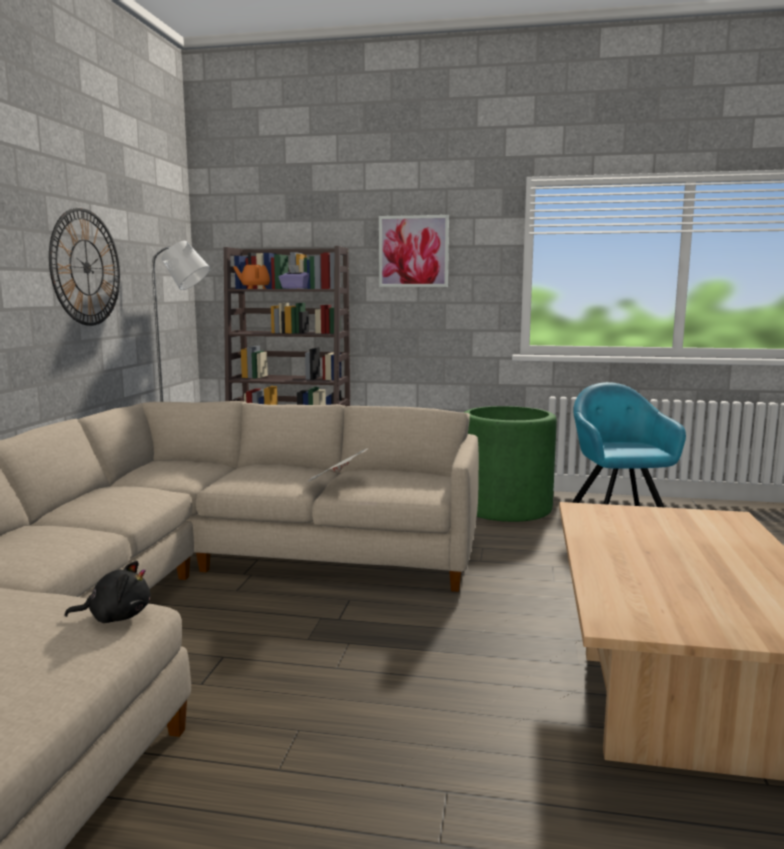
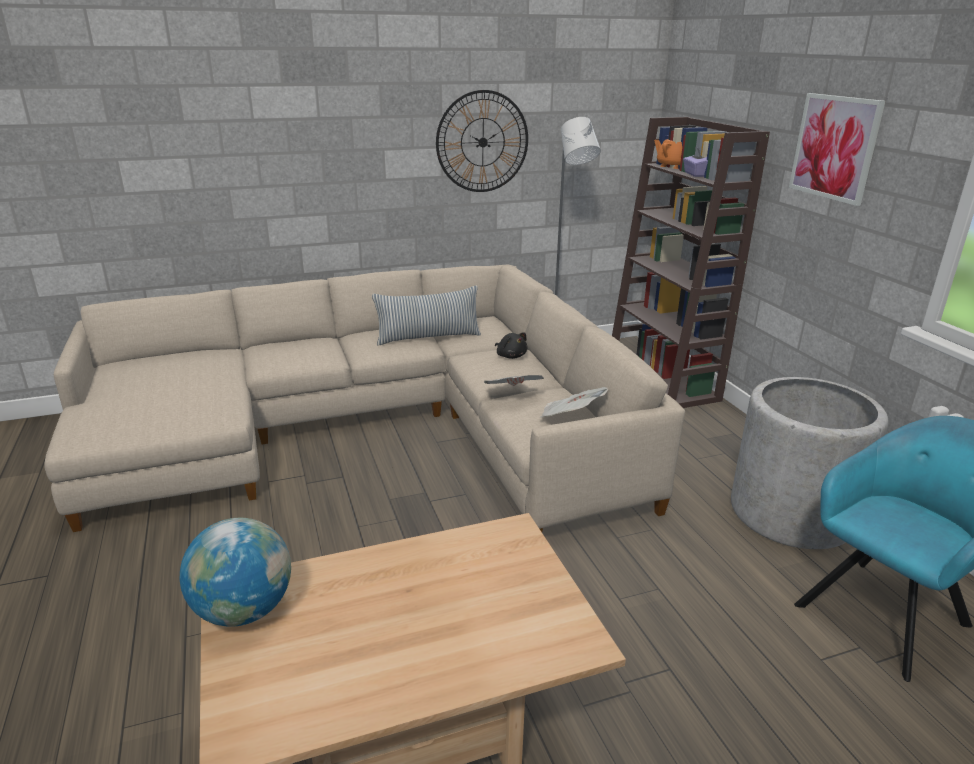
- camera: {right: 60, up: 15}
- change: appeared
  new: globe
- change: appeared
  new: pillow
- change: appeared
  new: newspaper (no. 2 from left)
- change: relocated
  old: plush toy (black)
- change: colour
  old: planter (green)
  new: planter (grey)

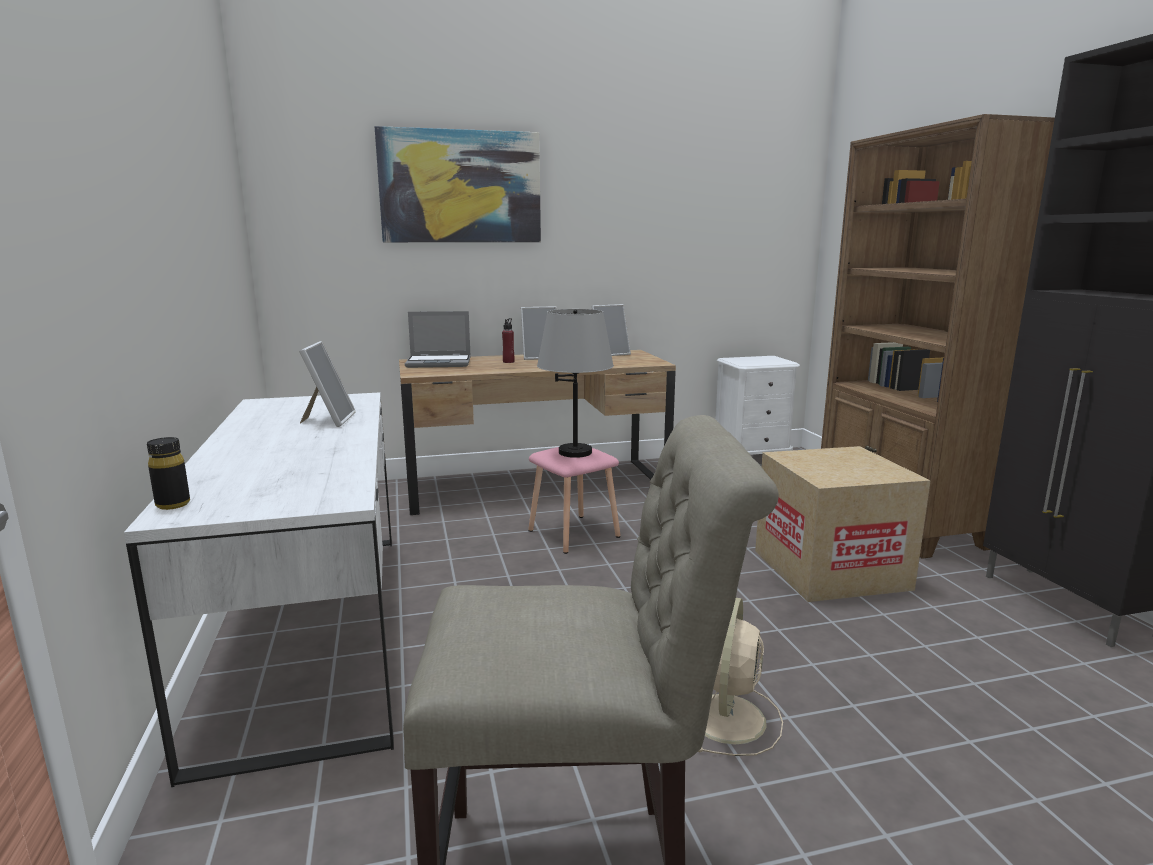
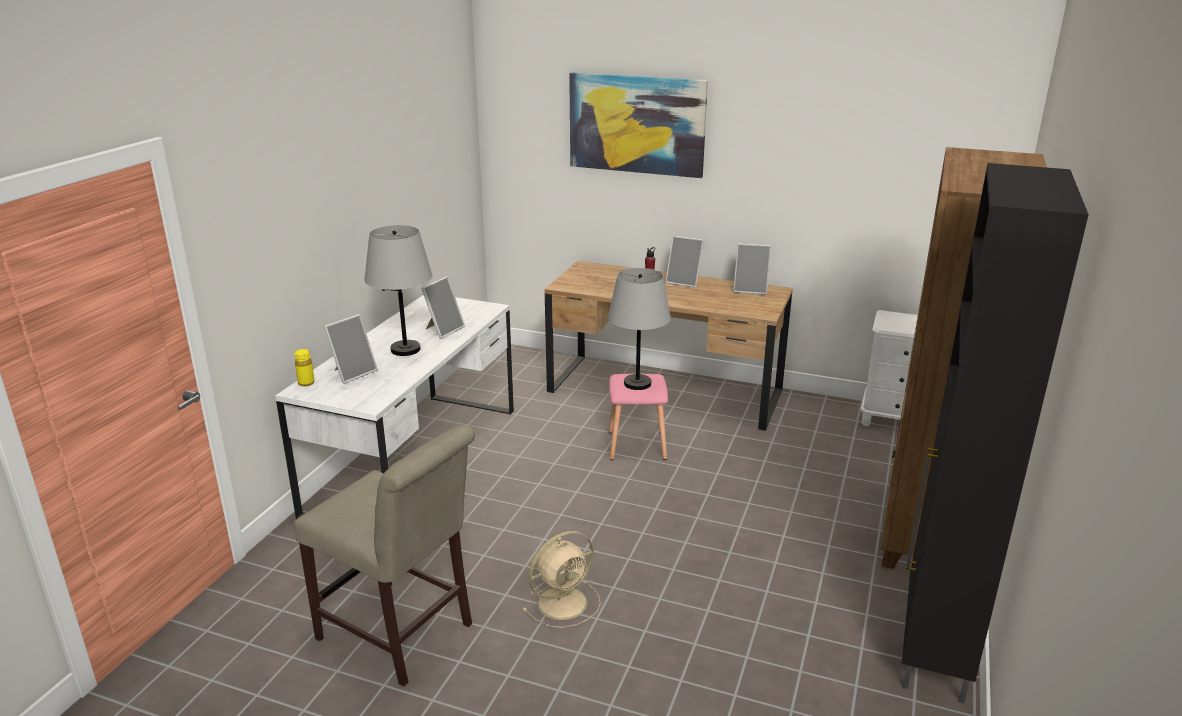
- camera: {right: 35, up: 10}
- change: missing
  old: laptop
- change: missing
  old: cardboard box
- change: appeared
  new: picture frame (no. 1 from left)
- change: appeared
  new: table lamp (grey) (no. 1 from left)
- change: colour
  old: bottle (black)
  new: bottle (yellow)

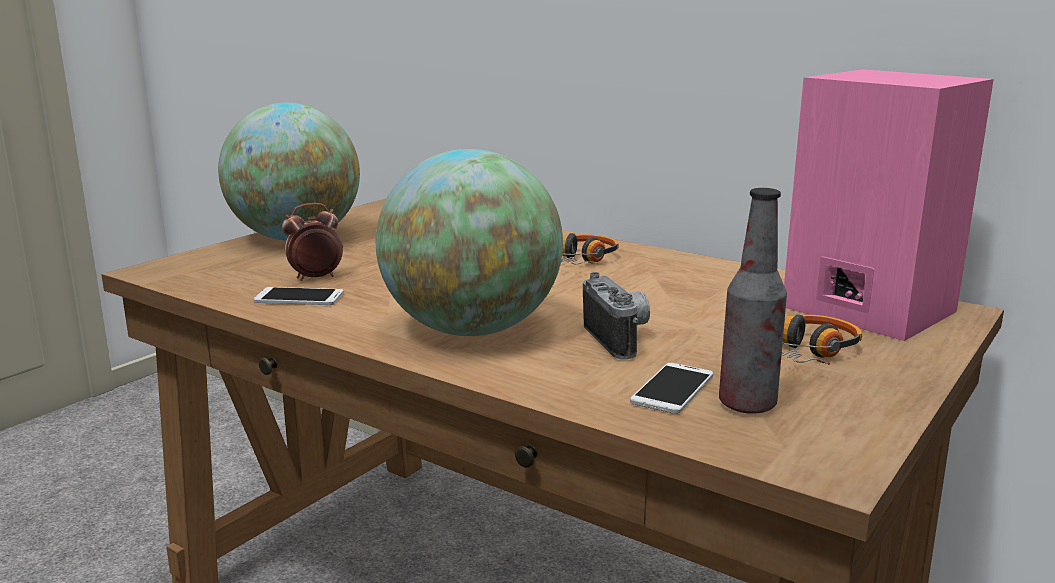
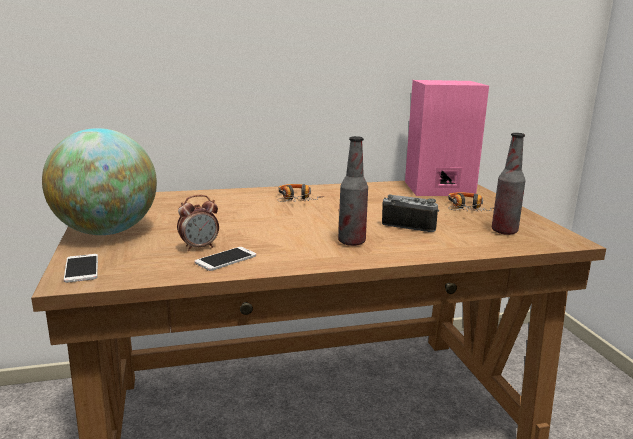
- camera: {right: -50, up: 0}
- change: relocated
  old: phone (no. 2 from left in the first image)
  new: phone (no. 1 from left)
- change: exchanged
  old: globe (no. 2 from left)
  new: bottle (no. 1 from left)
- change: spun
  old: alarm clock
  degrees: -135

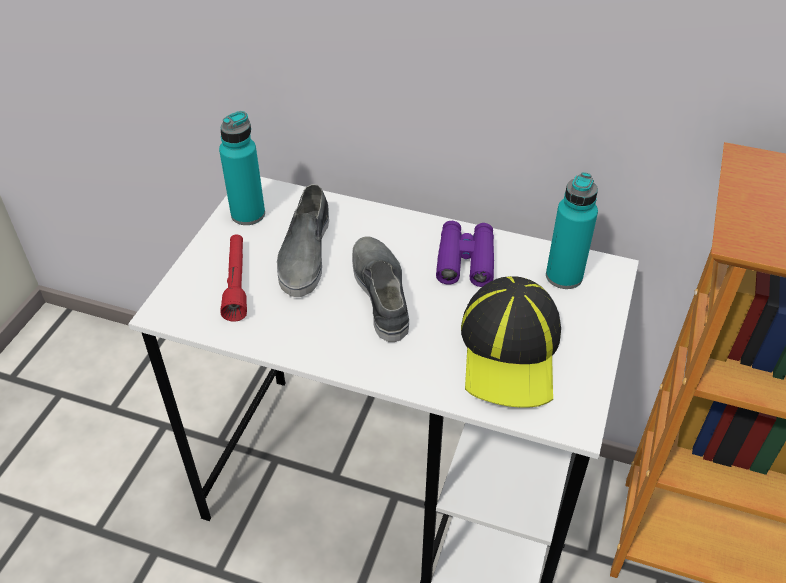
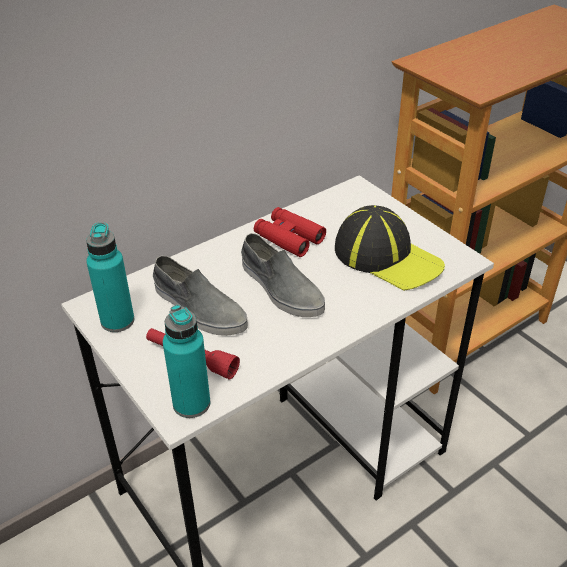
- camera: {right: -55, up: -5}
- change: relocated
  old: bottle (turquoise) (no. 2 from left)
- change: colour
  old: binoculars (purple)
  new: binoculars (red)
- change: spun
  old: shoe (grey) (no. 2 from left)
  degrees: -150

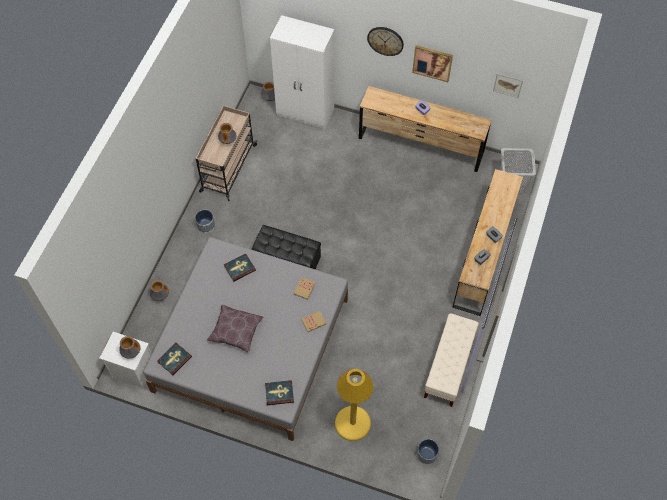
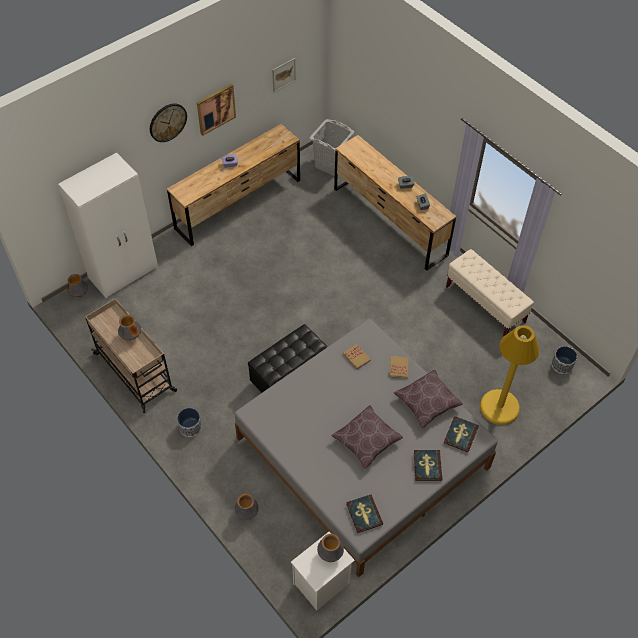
- camera: {right: -60, up: -5}
- change: appeared
  new: pillow (brown) (no. 2 from left)
- change: relocated
  old: book (no. 2 from left in the first image)
  new: book (no. 4 from left)

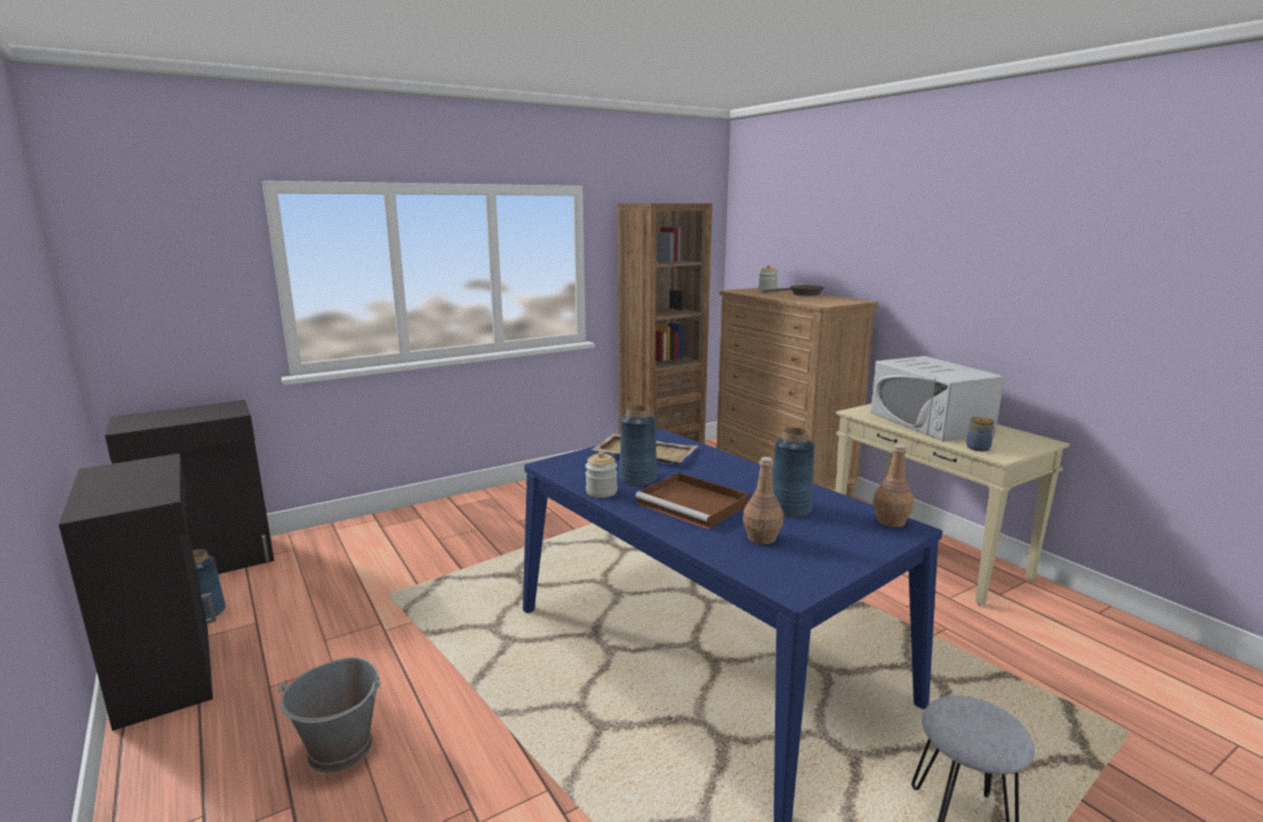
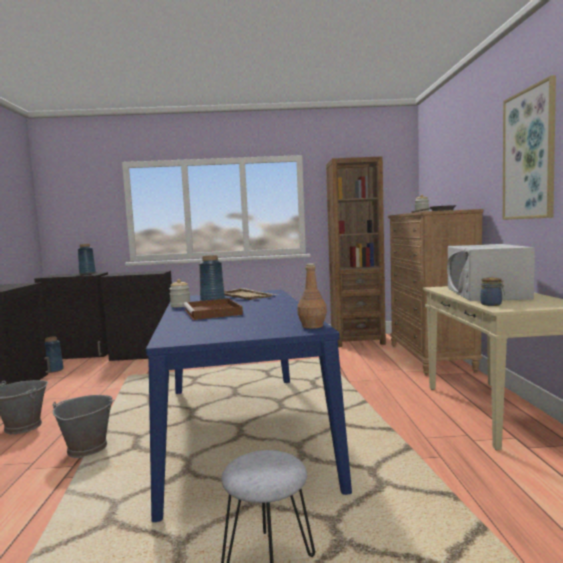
- camera: {right: 30, up: -10}
- change: missing
  old: bottle (brown) (no. 1 from left)
- change: appeared
  new: bucket (grey) (no. 2 from left)
- change: appeared
  new: cabinet (black) (no. 3 from left)
- change: appeared
  new: picture
- change: relocated
  old: vase (blue) (no. 3 from left in the first image)
  new: vase (blue) (no. 2 from left)

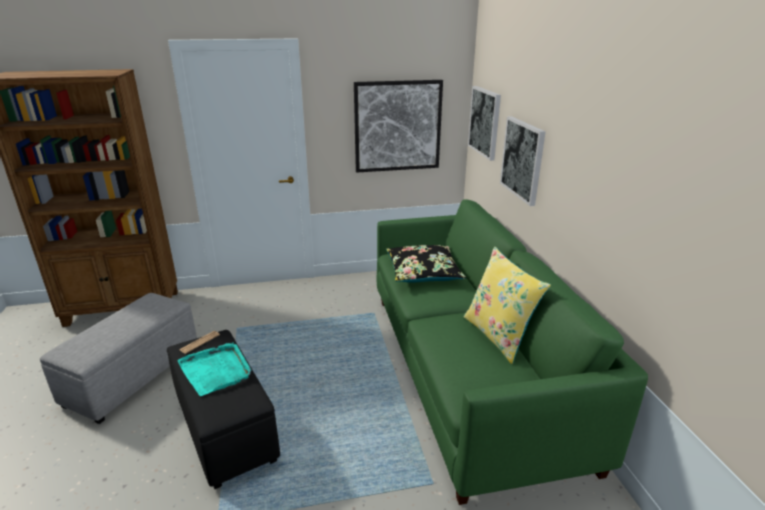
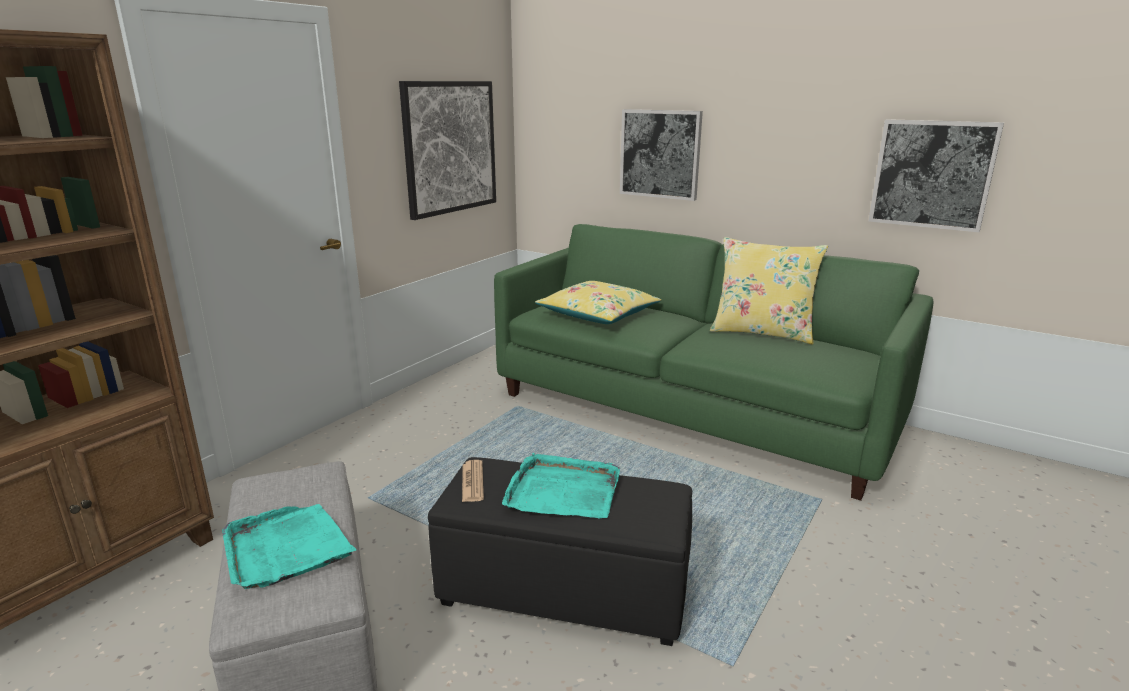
- camera: {right: -45, up: -5}
- change: appeared
  new: tray (turquoise) (no. 1 from left)
- change: relocated
  old: picture (no. 2 from left in the first image)
  new: picture (no. 3 from left)
- change: colour
  old: pillow (black)
  new: pillow (yellow) (no. 1 from left)

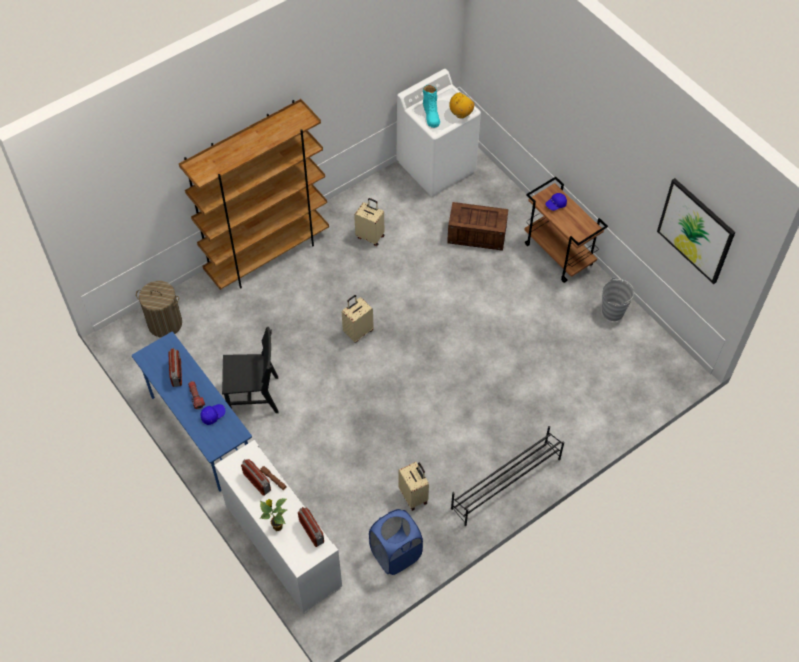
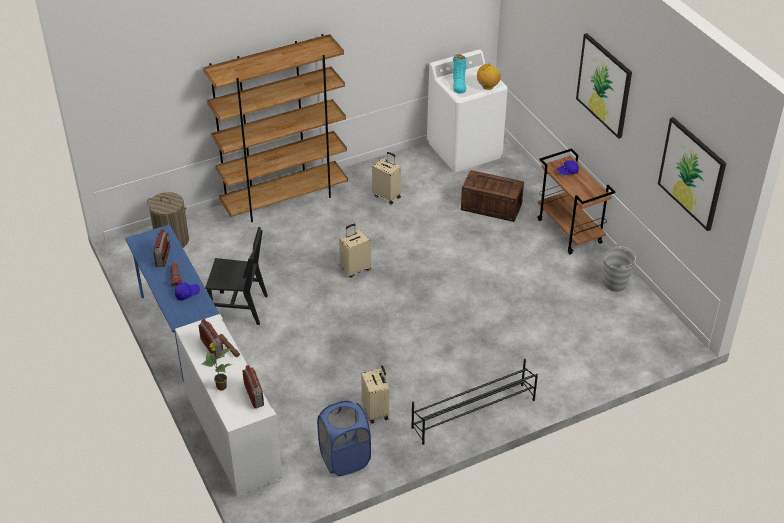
- camera: {right: 10, up: -15}
- change: appeared
  new: picture (no. 1 from left)

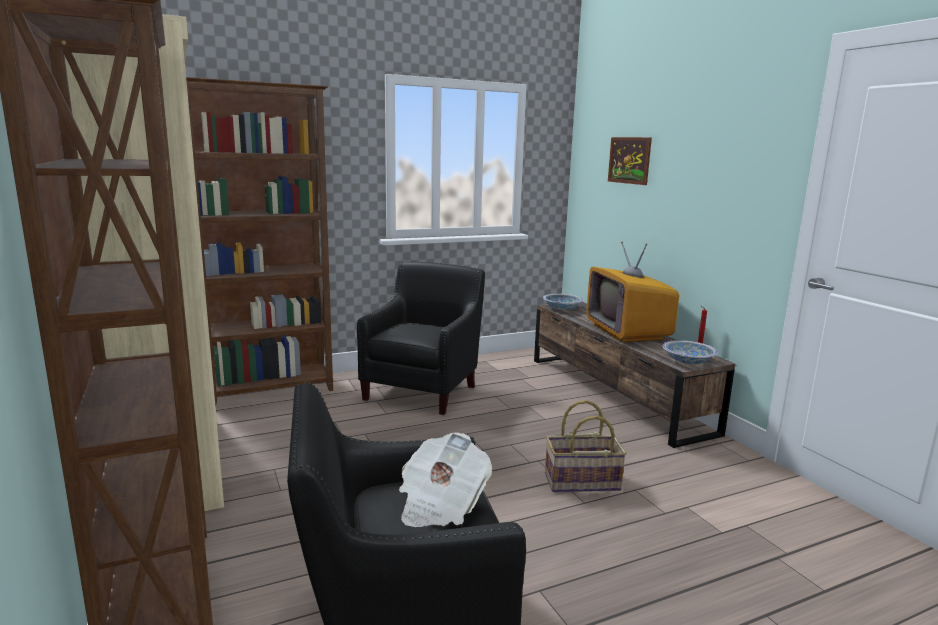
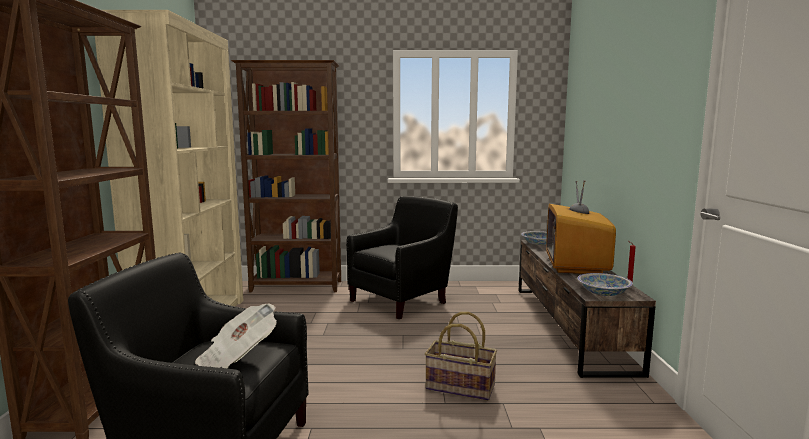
- camera: {right: 25, up: -5}
- change: missing
  old: picture

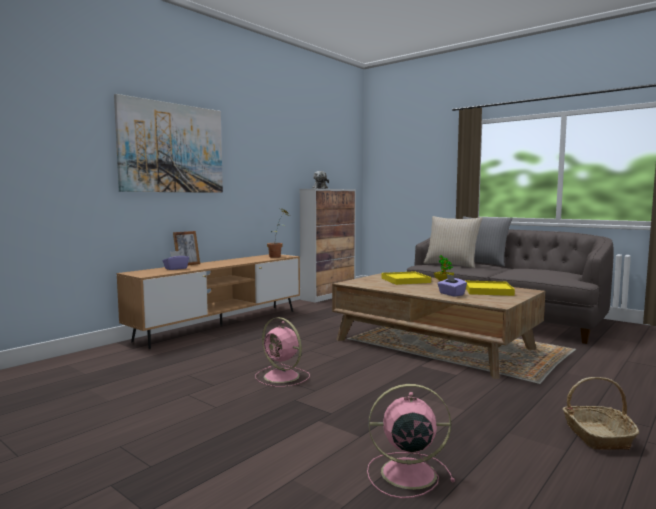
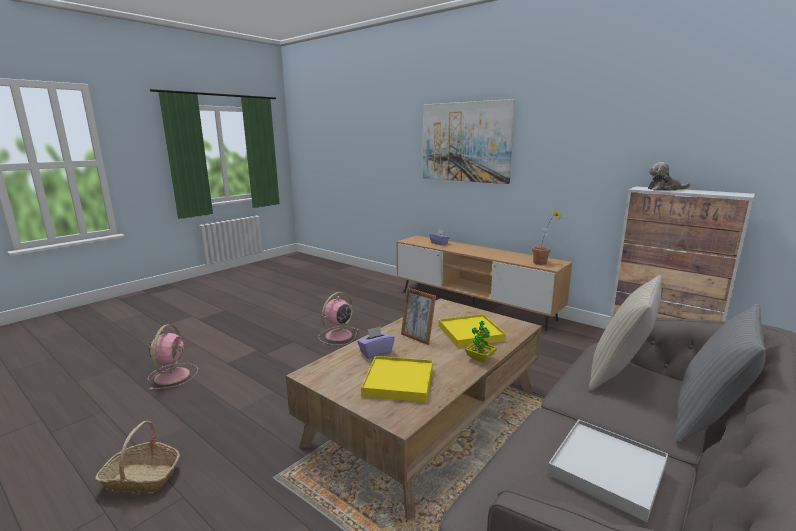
- camera: {right: 90, up: 10}
- change: appeared
  new: tray (white)
- change: relocated
  old: picture frame

